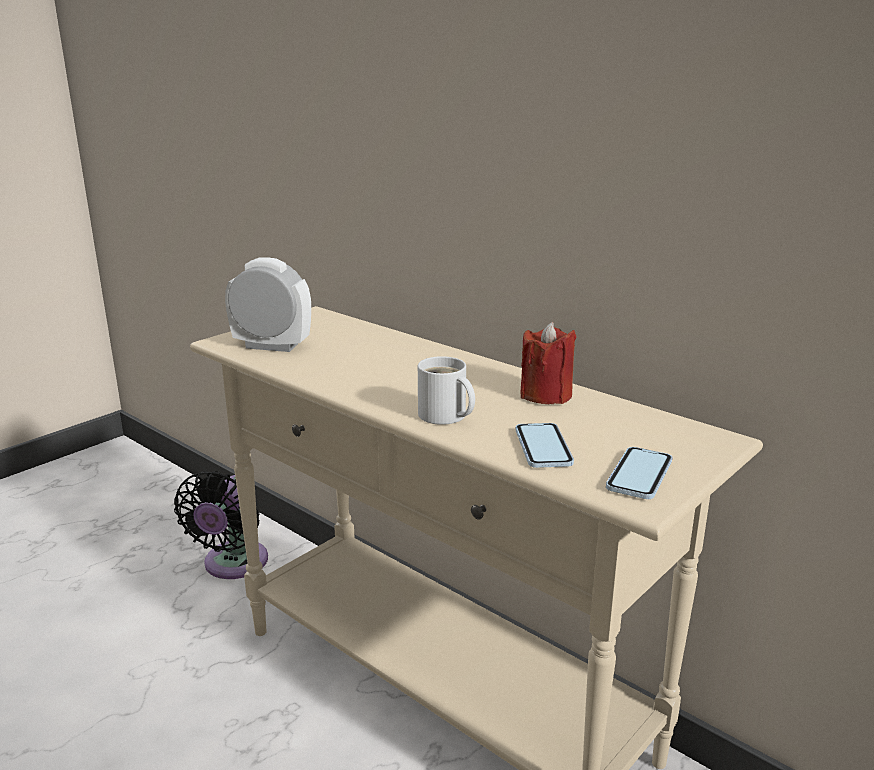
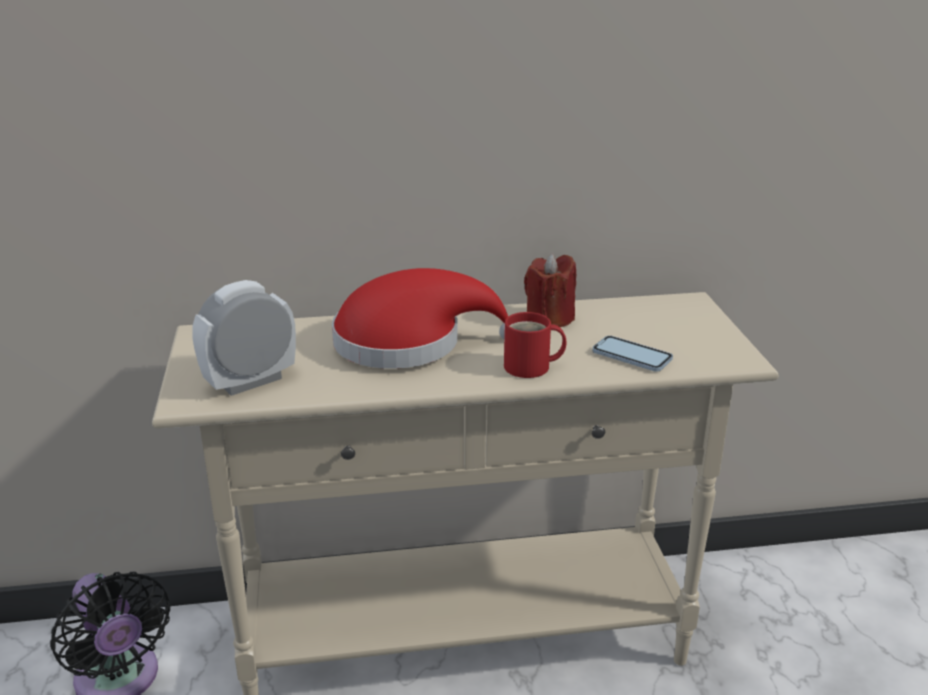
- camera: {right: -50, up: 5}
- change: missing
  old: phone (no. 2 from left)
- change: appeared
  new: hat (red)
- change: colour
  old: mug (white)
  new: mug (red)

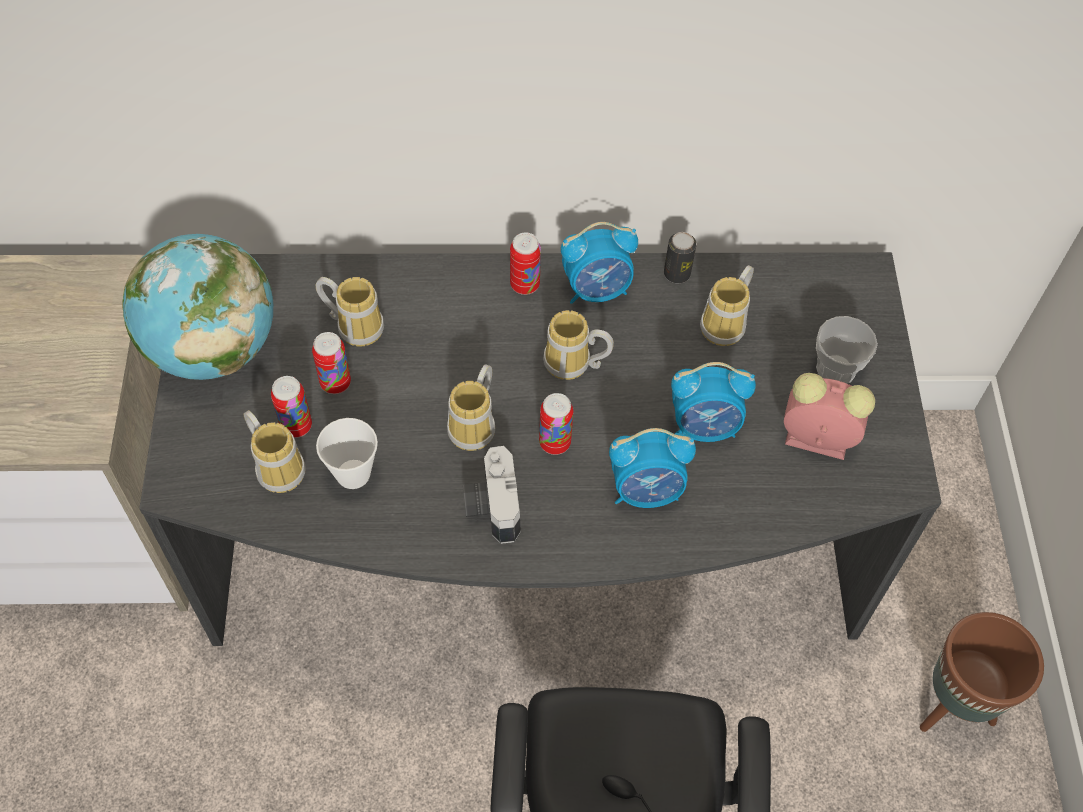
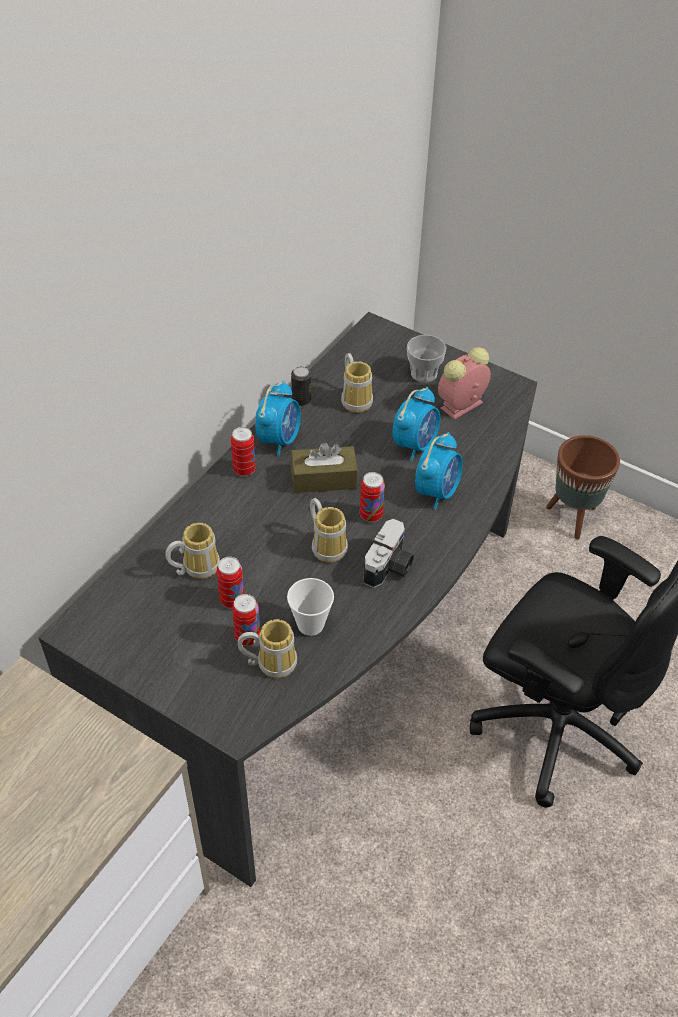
- camera: {right: -55, up: -10}
- change: missing
  old: globe
- change: exchanged
  old: mug (no. 4 from left)
  new: tissue box (brown)
- change: spun
  old: photo camera
  degrees: -90

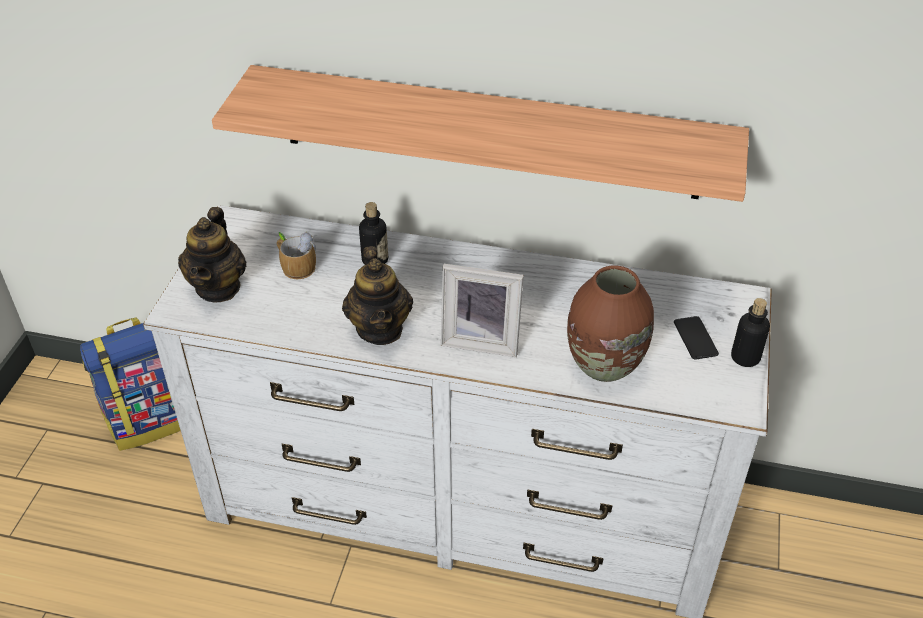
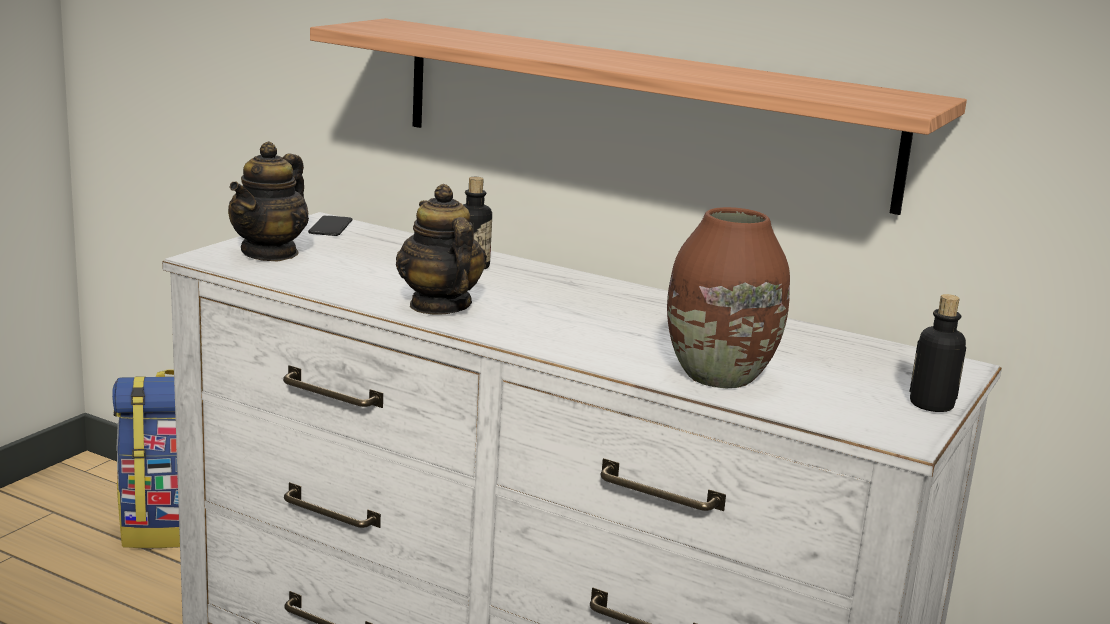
- camera: {right: 15, up: -25}
- change: missing
  old: mug
- change: missing
  old: picture frame
- change: relocated
  old: phone
- change: spun
  old: teapot (no. 2 from left)
  degrees: 150

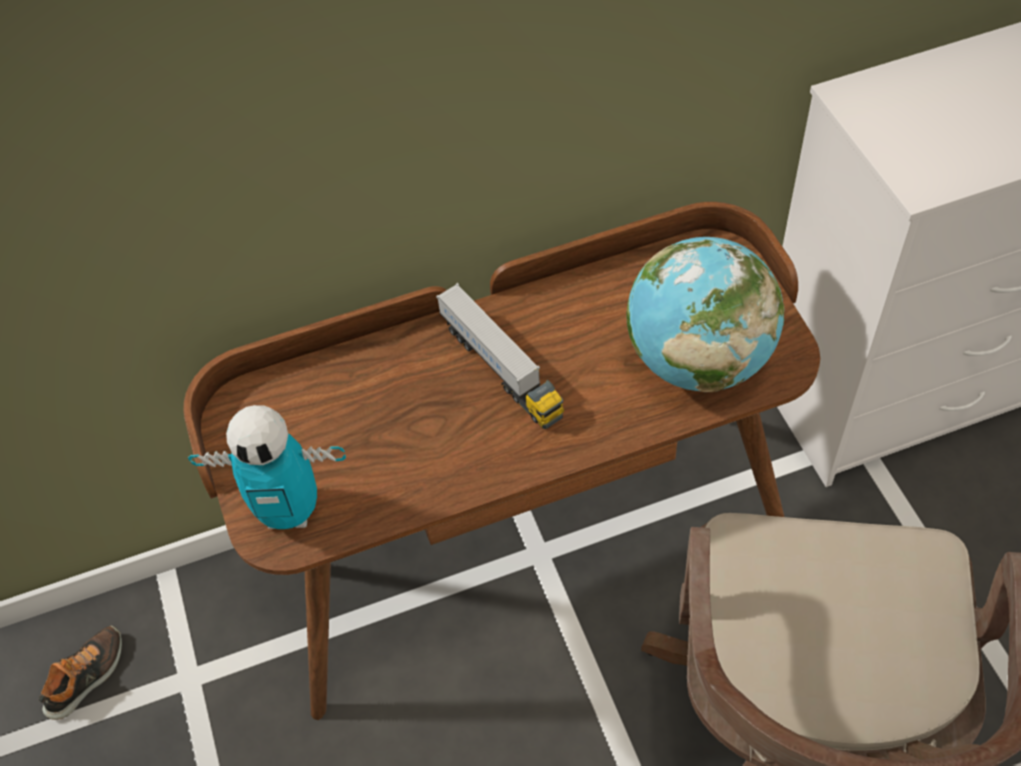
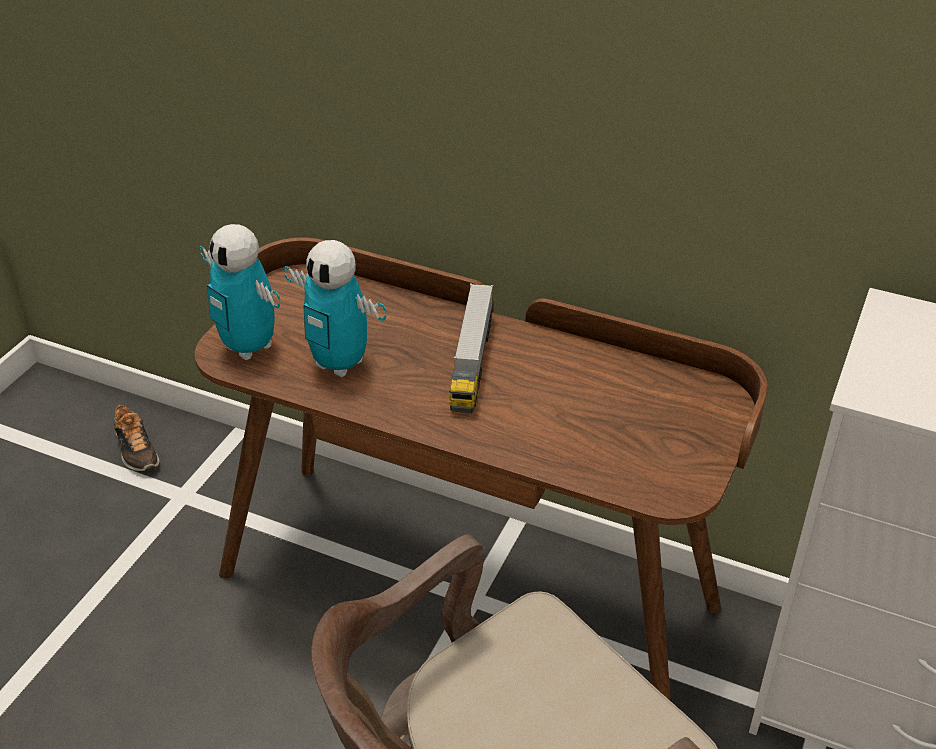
- camera: {right: 40, up: -15}
- change: missing
  old: globe
- change: appeared
  new: toy robot (no. 2 from left)
- change: spun
  old: shoe
  degrees: 75

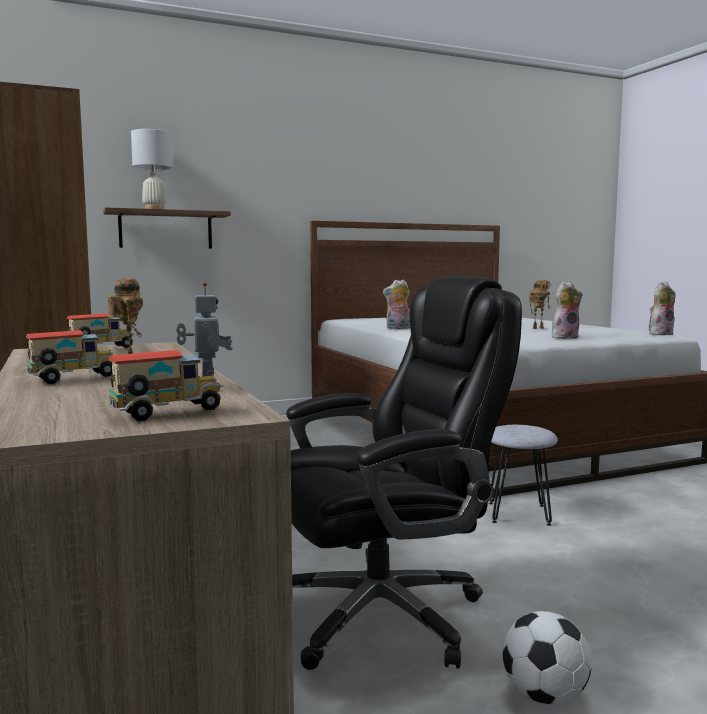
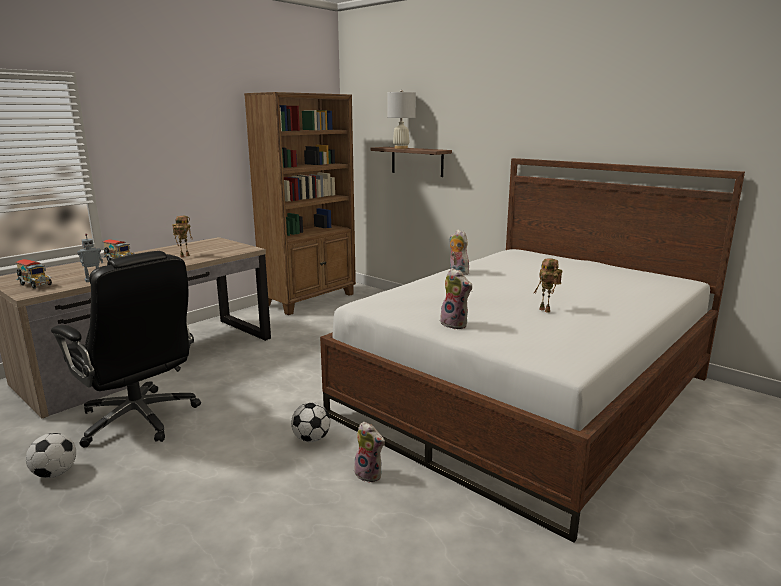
- camera: {right: 65, up: 10}
- change: missing
  old: toy truck (no. 2 from left)
- change: relocated
  old: plush toy (no. 3 from left in the first image)
  new: plush toy (no. 1 from left)
- change: exchanged
  old: stool (grey)
  new: football (no. 2 from left)

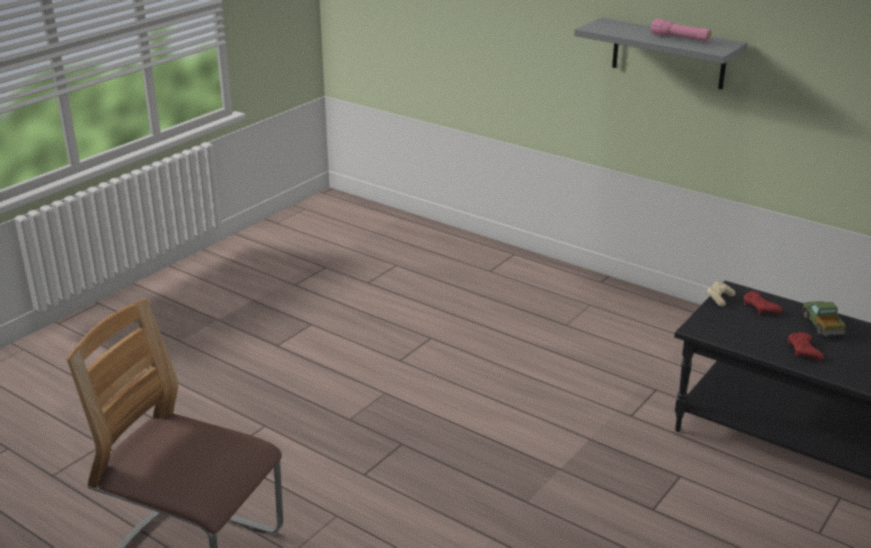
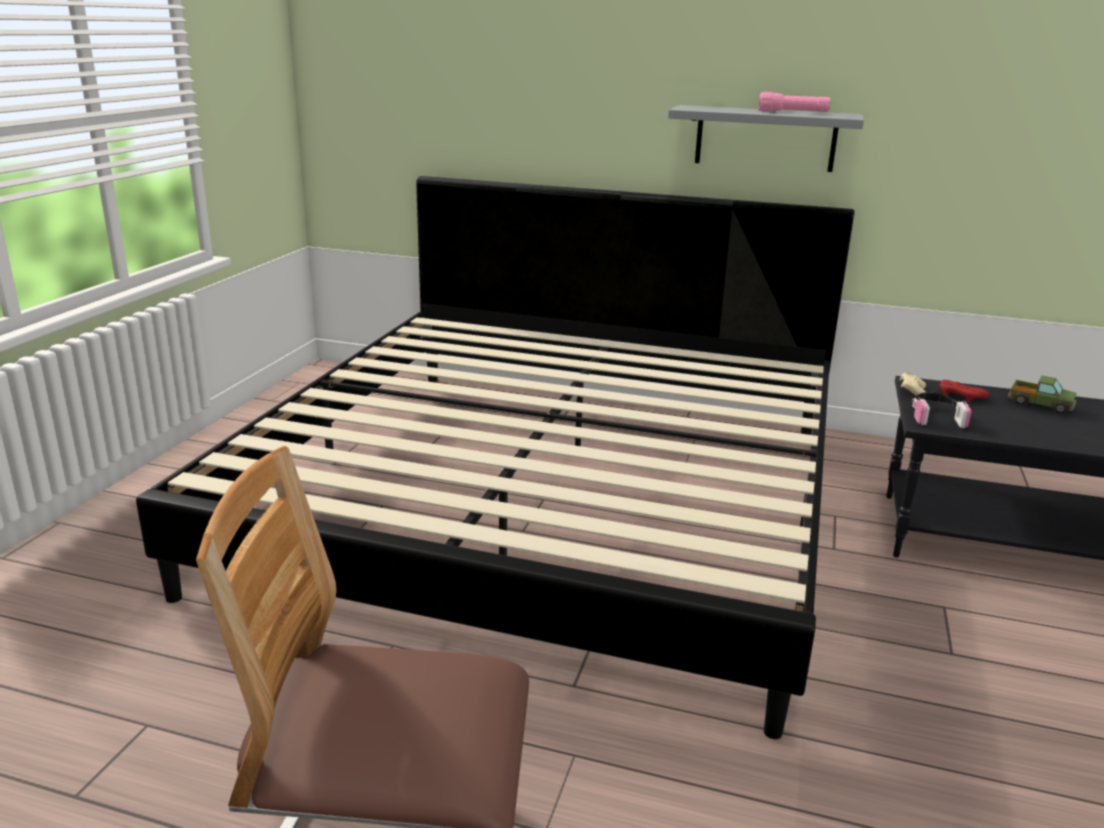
- camera: {right: -20, up: -5}
- change: missing
  old: game controller (red) (no. 2 from left)
- change: appeared
  new: bed
- change: appeared
  new: headphones
- change: spun
  old: toy truck
  degrees: 150

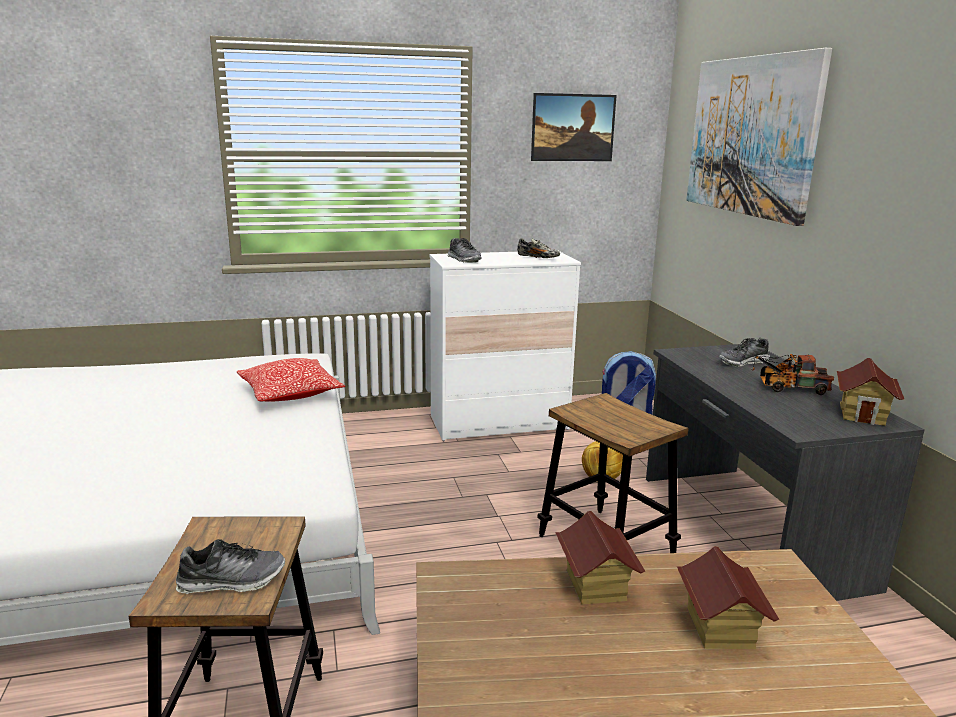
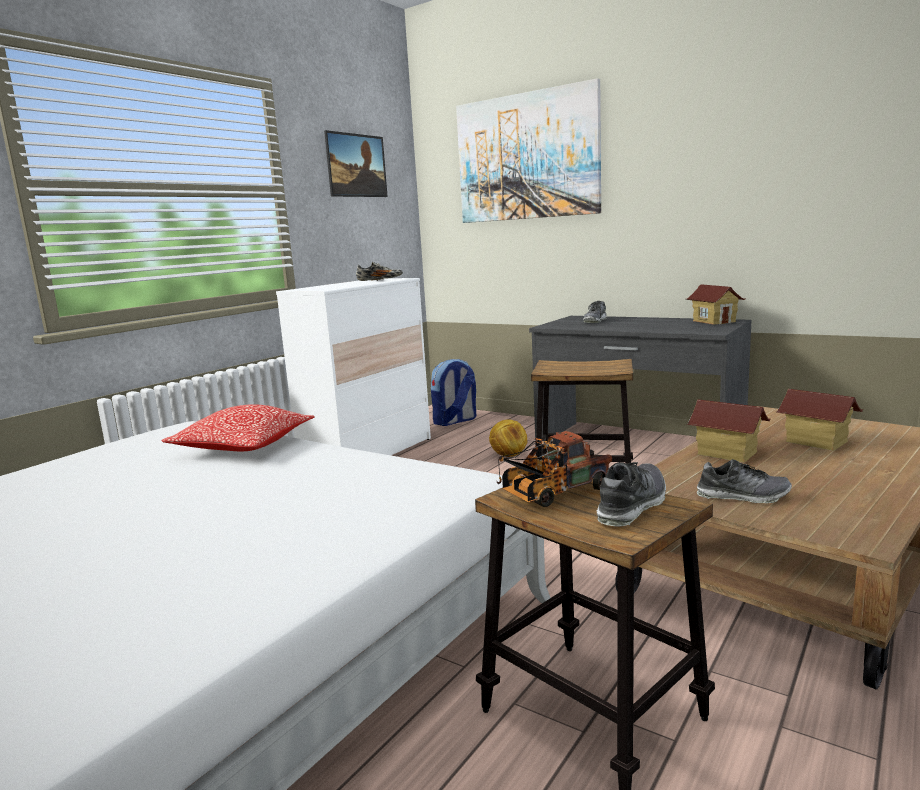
- camera: {right: -40, up: -5}
- change: relocated
  old: shoe (no. 2 from left in the first image)
  new: shoe (no. 4 from left)
- change: relocated
  old: toy truck

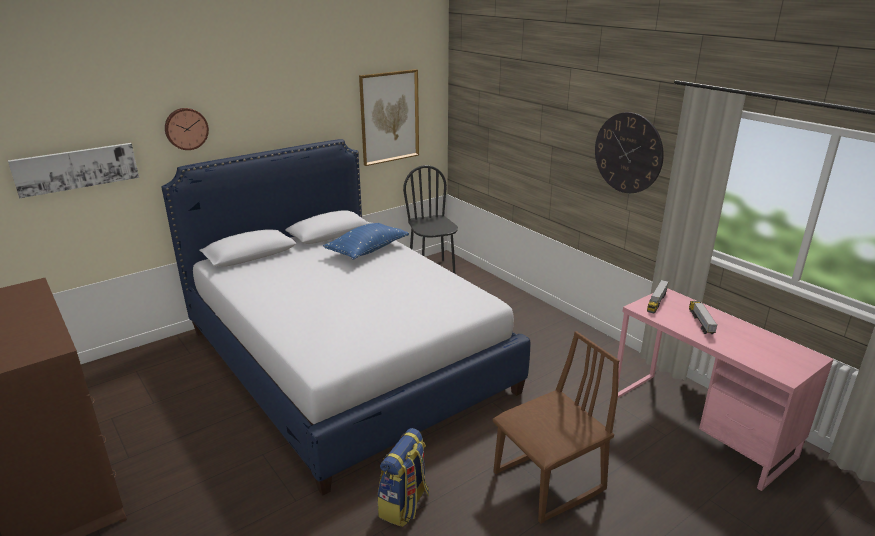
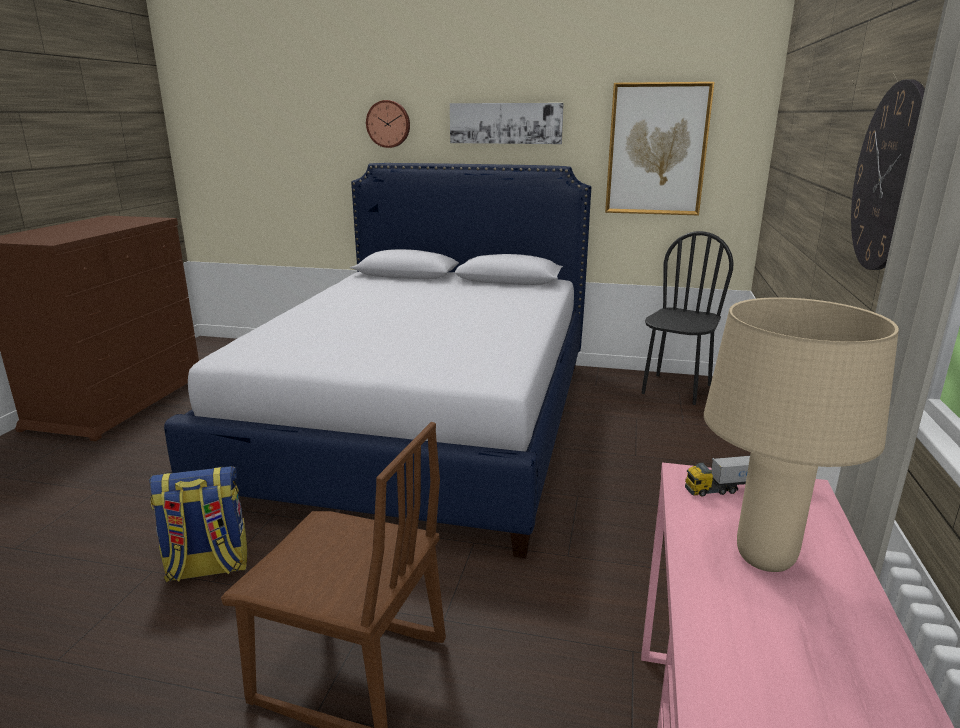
- camera: {right: 50, up: -5}
- change: missing
  old: pillow (blue)
- change: relocated
  old: picture (no. 1 from left)
- change: exchanged
  old: toy truck (no. 2 from left)
  new: table lamp (beige)

